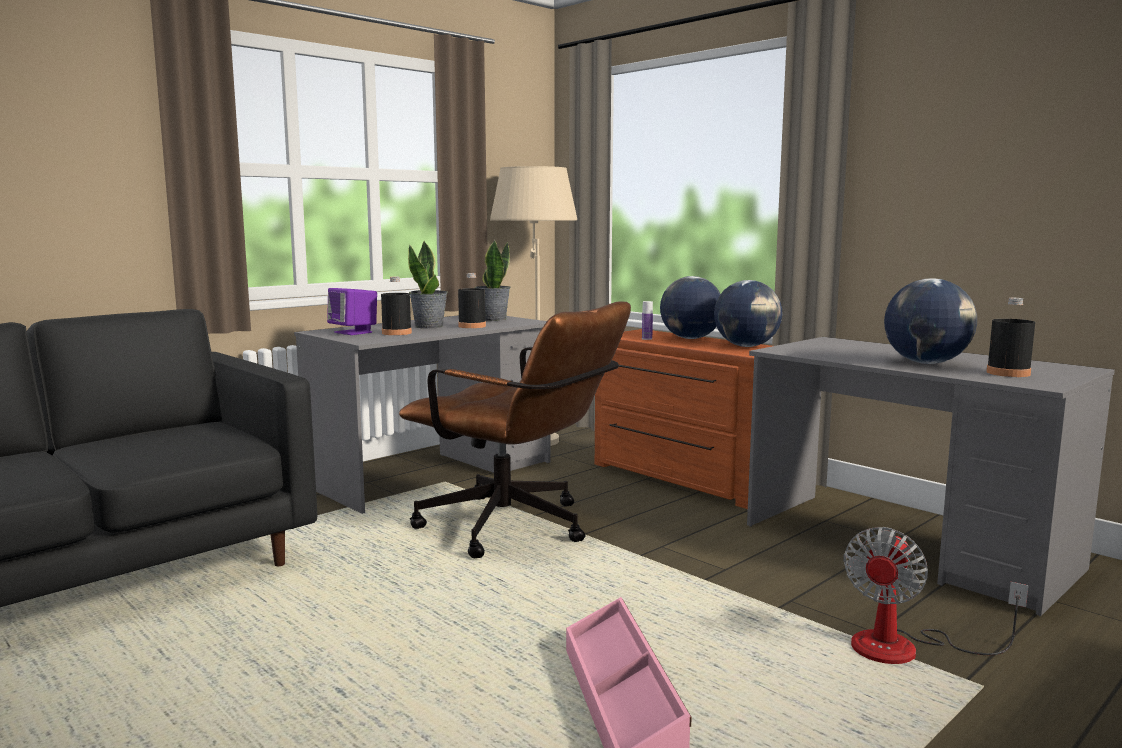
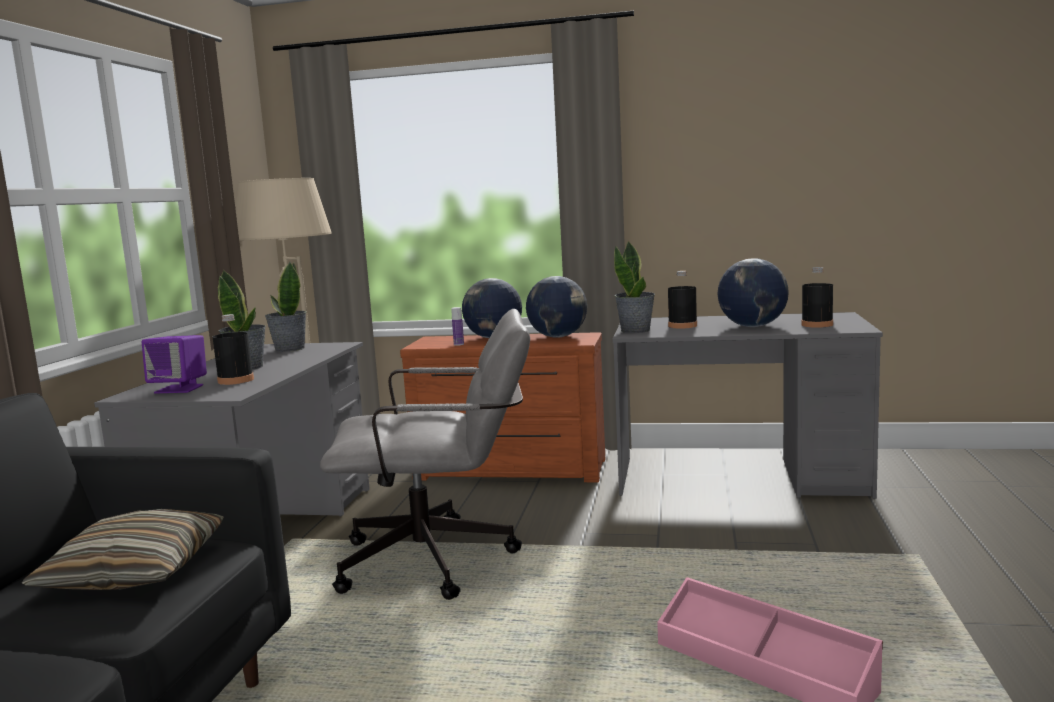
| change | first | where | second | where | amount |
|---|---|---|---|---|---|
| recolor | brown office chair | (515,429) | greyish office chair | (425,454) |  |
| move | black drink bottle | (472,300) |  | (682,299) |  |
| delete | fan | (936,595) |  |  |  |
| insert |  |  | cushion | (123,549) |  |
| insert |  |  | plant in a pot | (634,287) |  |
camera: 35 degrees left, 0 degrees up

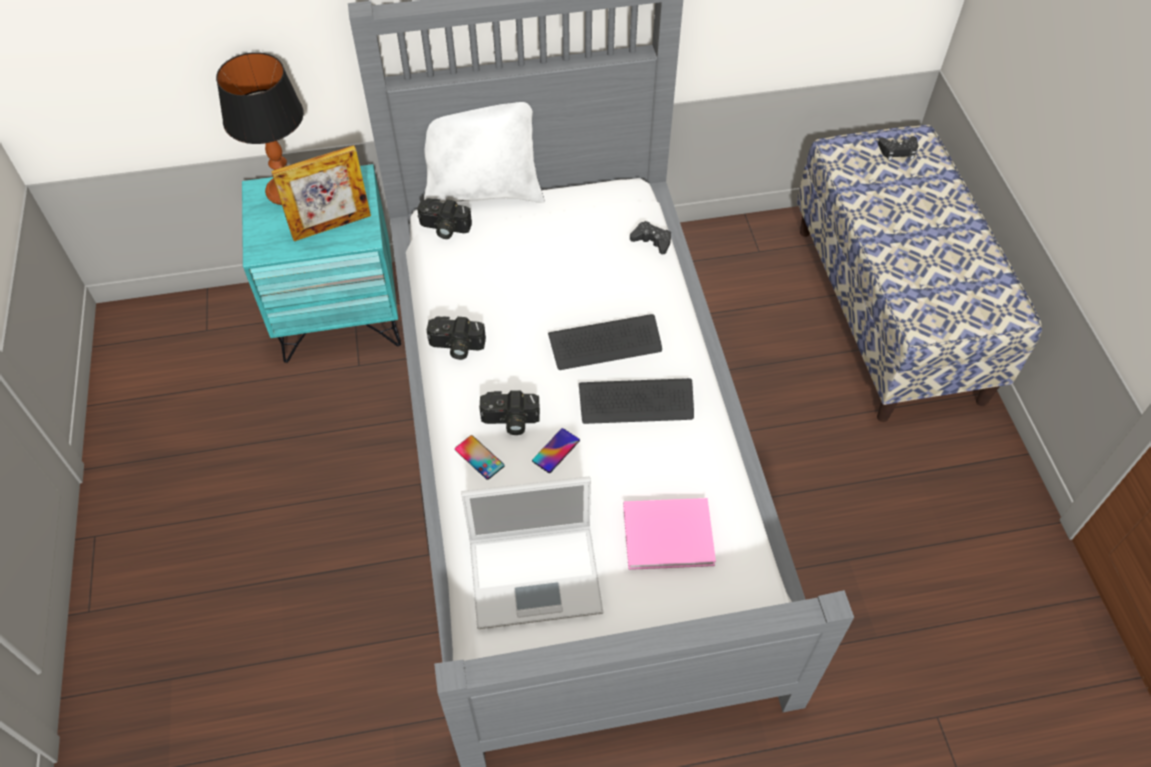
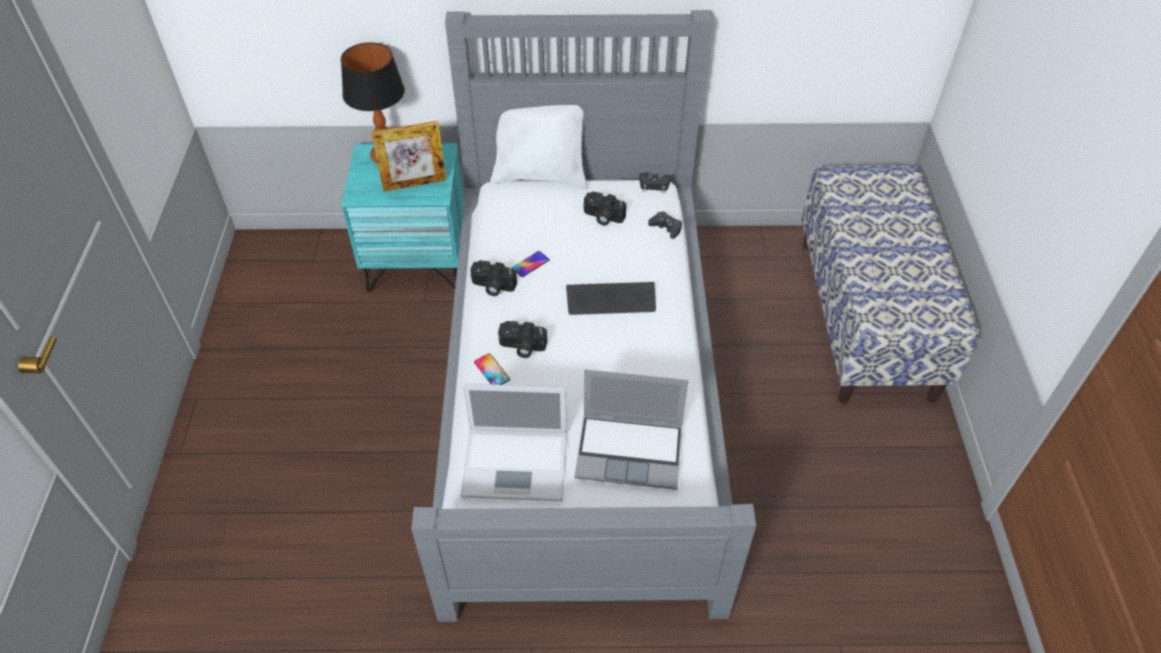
| change | first | where | second | where | amount |
|---|---|---|---|---|---|
| move | still camera | (444,218) |  | (604,209) |  |
| move | phone | (556,450) |  | (531,264) |  |
| delete | keyboard | (636,401) |  |  |  |
| replace | pink volume | (669,534) | notebook computer | (632,429) |  |
| move | black gamepad | (898,148) |  | (655,183) |  |
camera: 10 degrees right, 5 degrees down

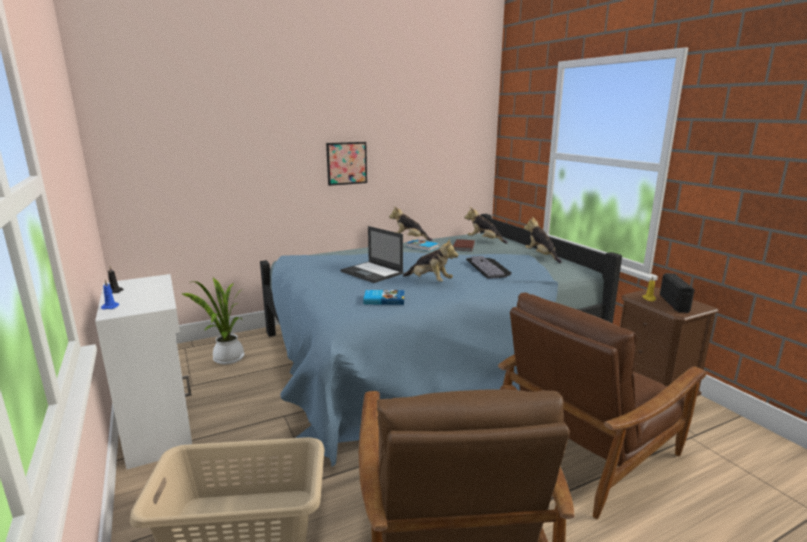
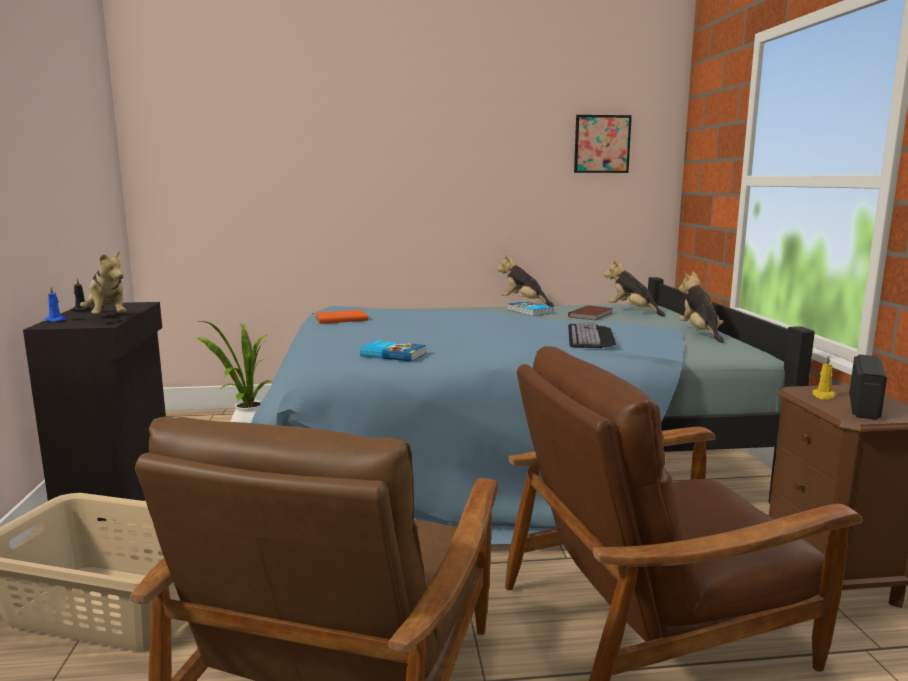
| change | first | where | second | where | amount |
|---|---|---|---|---|---|
| recolor | white cupboard | (143,372) | black cupboard | (94,411) |  |
| move | wall art | (346,164) |  | (603,144) |  |
| delete | notebook computer | (372,254) |  |  |  |
| move | cuddly toy | (430,260) |  | (103,282) |  |
| insert |  |  | orange-coloured volume | (341,317) |  |
camera: 20 degrees right, 5 degrees down

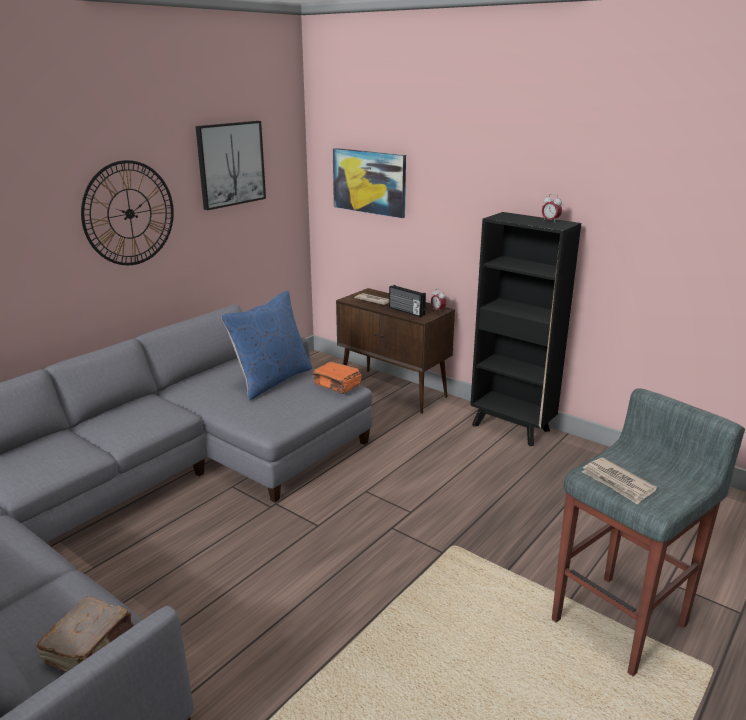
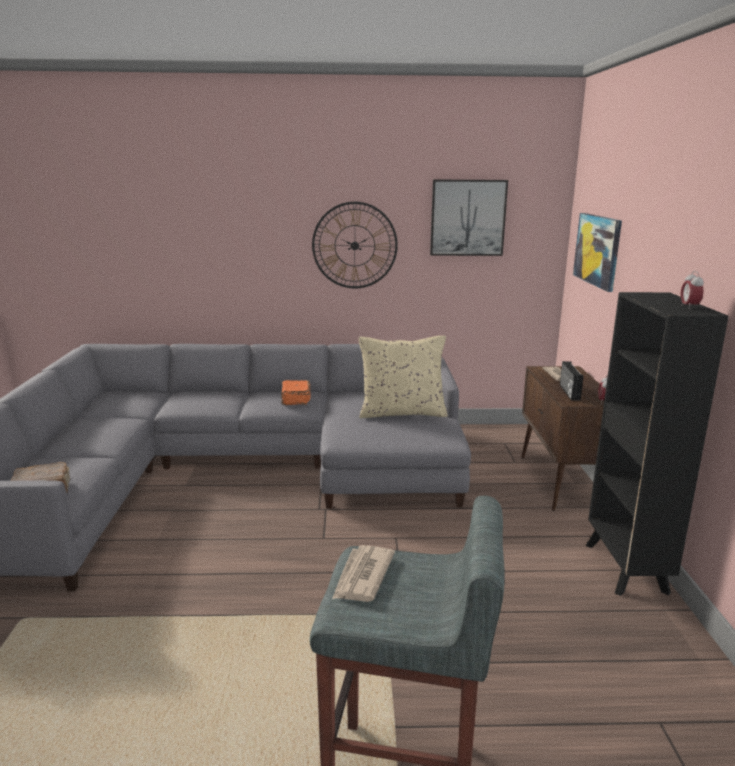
| change | first | where | second | where | amount |
|---|---|---|---|---|---|
| recolor | blue-coloured cushion | (266,346) | sand-coloured cushion | (403,377) |  |
| move | orange-coloured volume | (336,378) |  | (296,392) |  |
camera: 50 degrees right, 5 degrees down

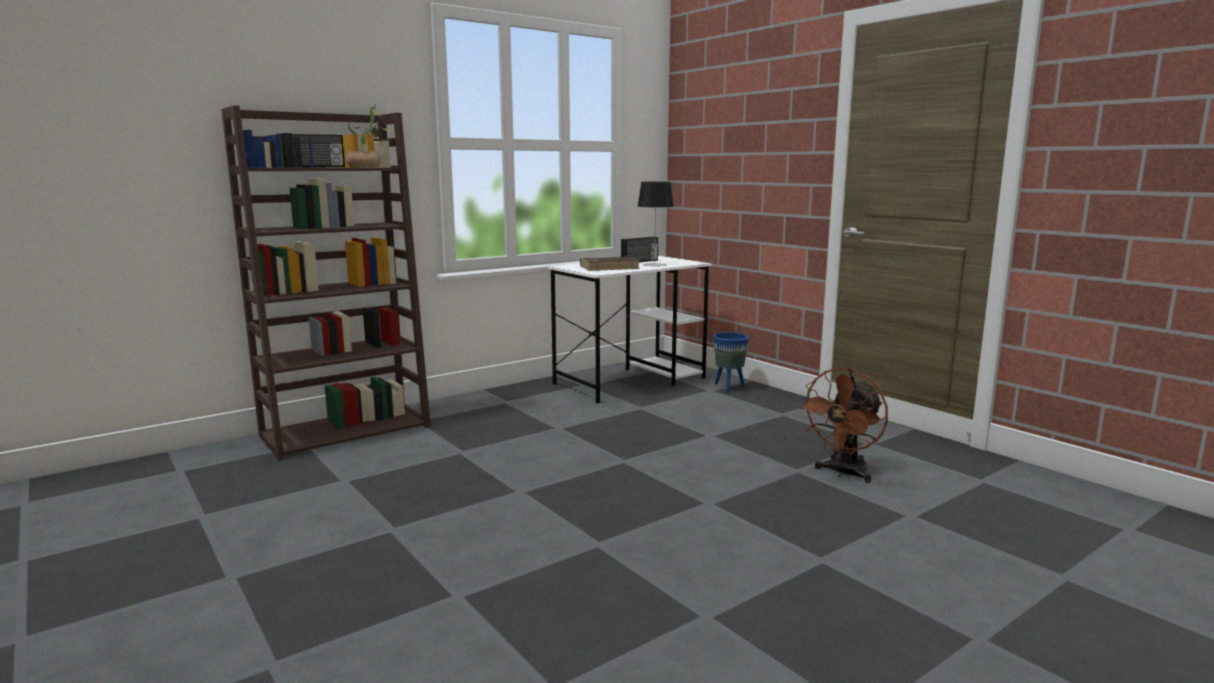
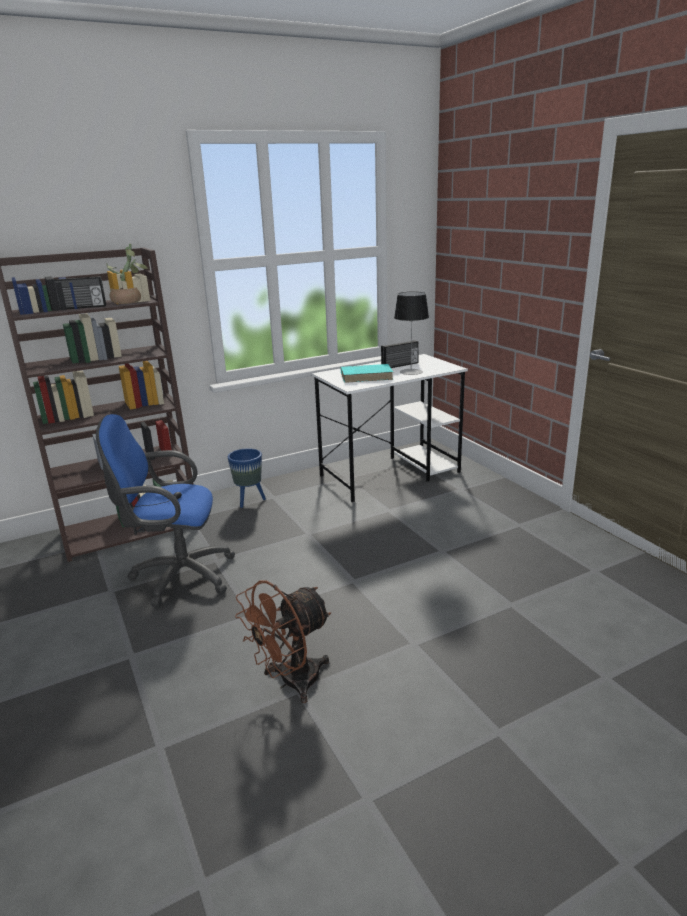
| change | first | where | second | where | amount |
|---|---|---|---|---|---|
| recolor | brown volume | (610,264) | turquoise volume | (367,373) |  |
| move | blue-coloured planter | (731,362) |  | (247,478) |  |
| move | brown fan | (843,425) |  | (283,641) |  |
| insert |  |  | blue-coloured office chair | (165,510) |  |
camera: 10 degrees right, 10 degrees up

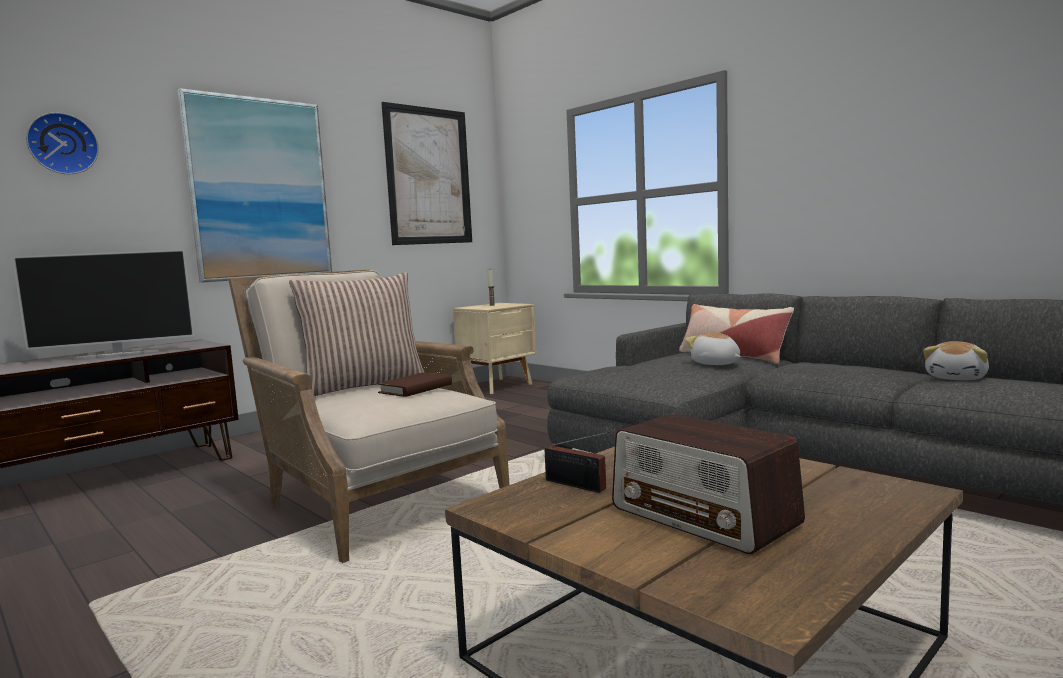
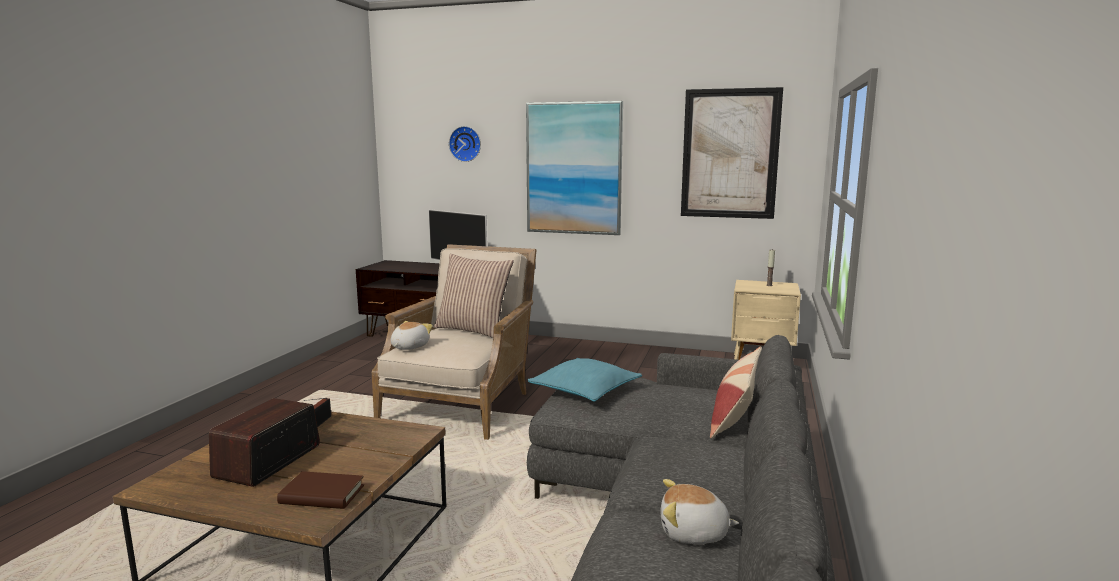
| change | first | where | second | where | amount |
|---|---|---|---|---|---|
| move | brown volume | (414,384) |  | (320,490) |  |
| move | cuddly toy | (713,348) |  | (412,335) |  |
| insert |  |  | turquoise cushion | (585,380) |  |
camera: 60 degrees right, 5 degrees up

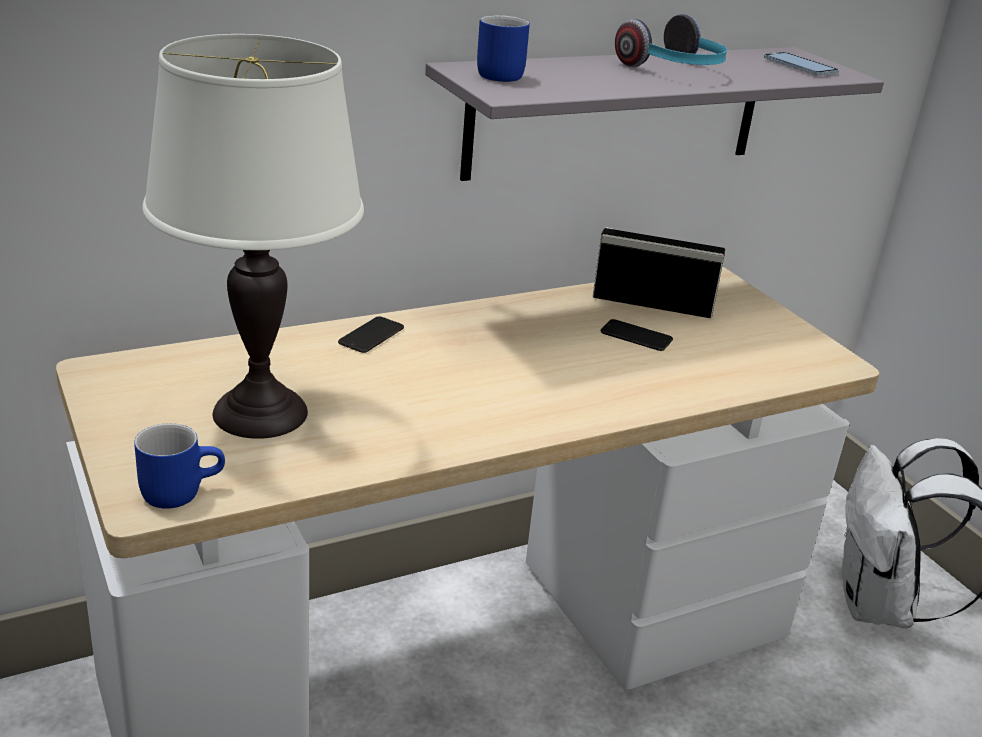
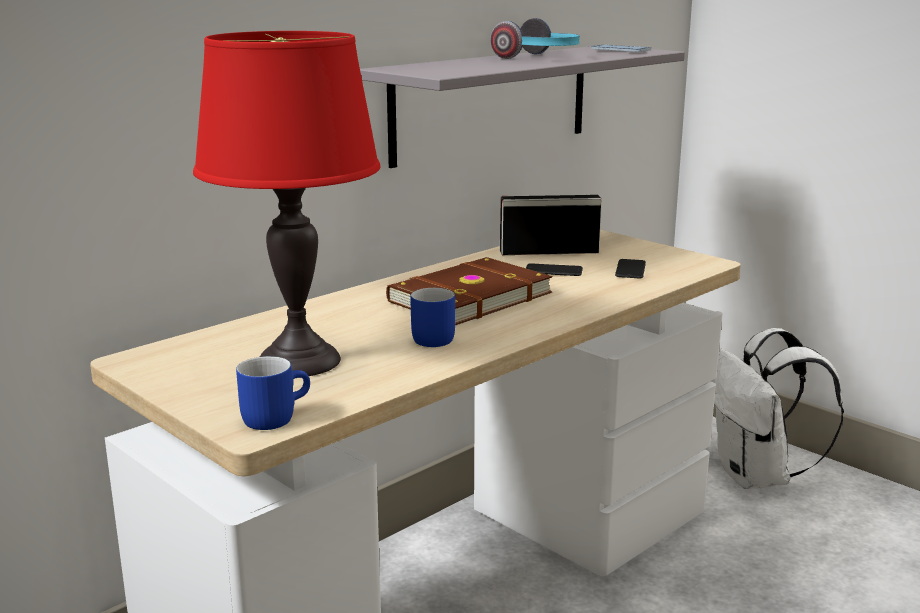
| change | first | where | second | where | amount |
|---|---|---|---|---|---|
| recolor | white tabletop lamp | (253,236) | red tabletop lamp | (287,203) |  |
| move | phone | (371,334) |  | (630,268) |  |
| move | blue-coloured coffee mug | (503,48) |  | (432,317) |  |
| insert |  |  | brown volume | (469,291) |  |
camera: 15 degrees left, 10 degrees down

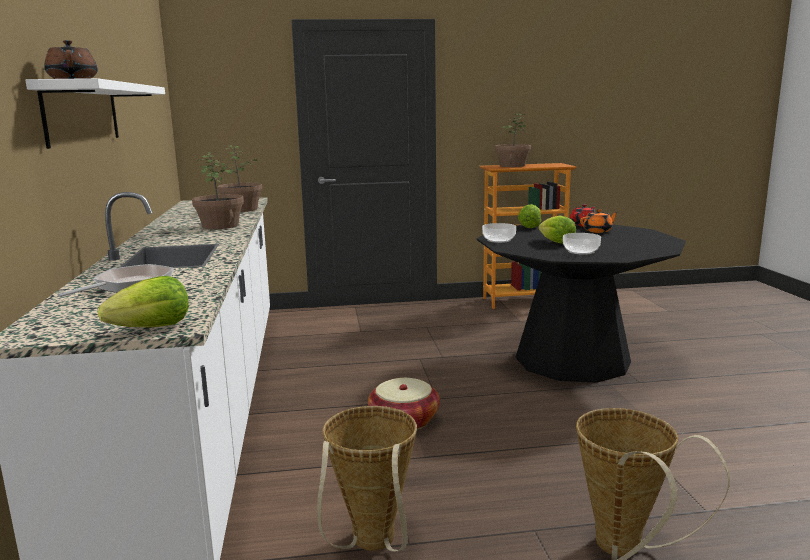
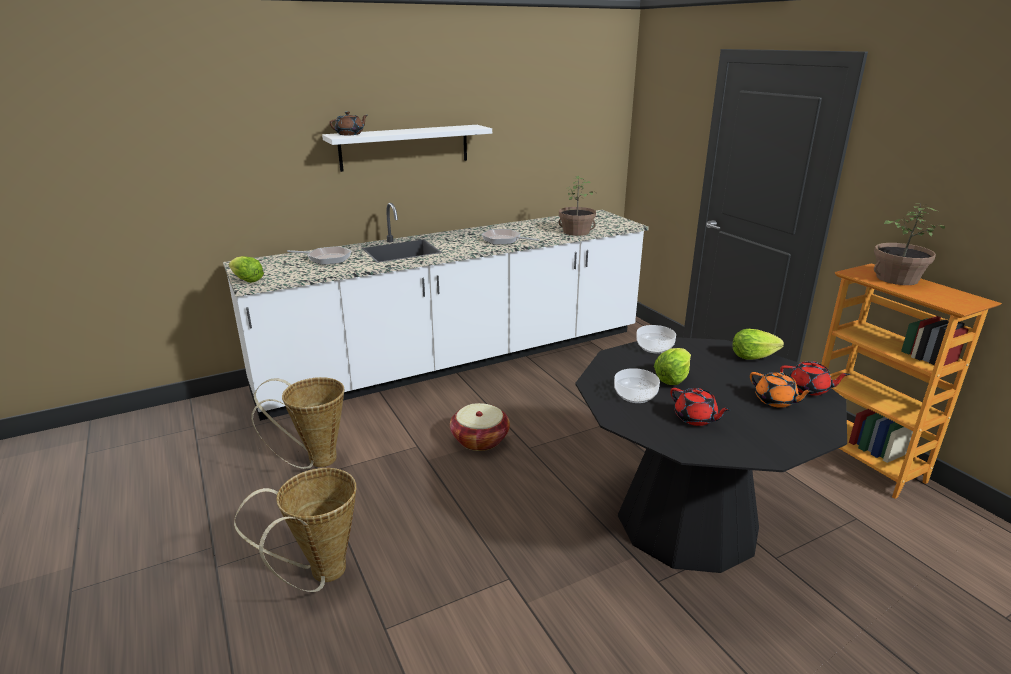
| change | first | where | second | where | amount |
|---|---|---|---|---|---|
| replace | plant in a pot | (218,190) | frying pan | (510,236) |  |
| insert |  |  | red tea pot | (700,407) |  |
camera: 70 degrees right, 10 degrees up

